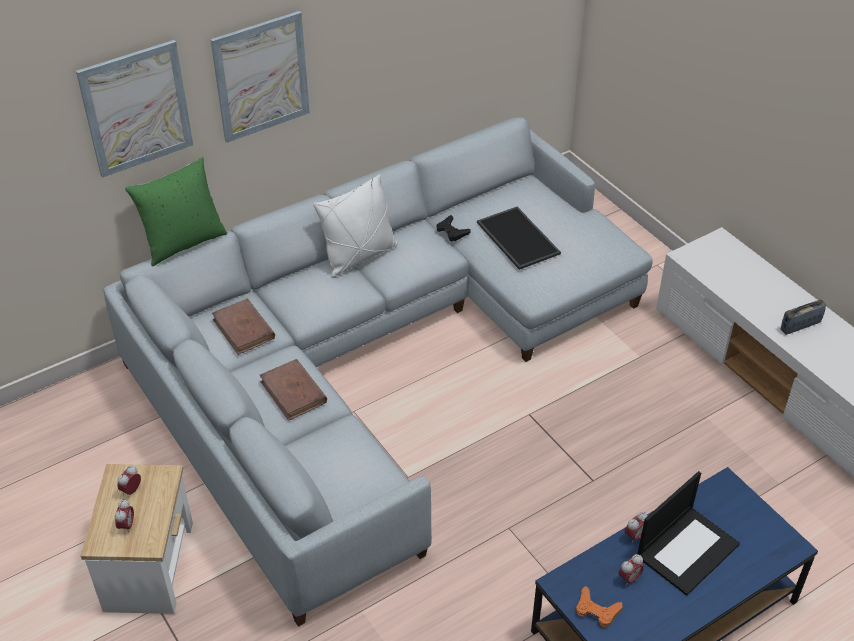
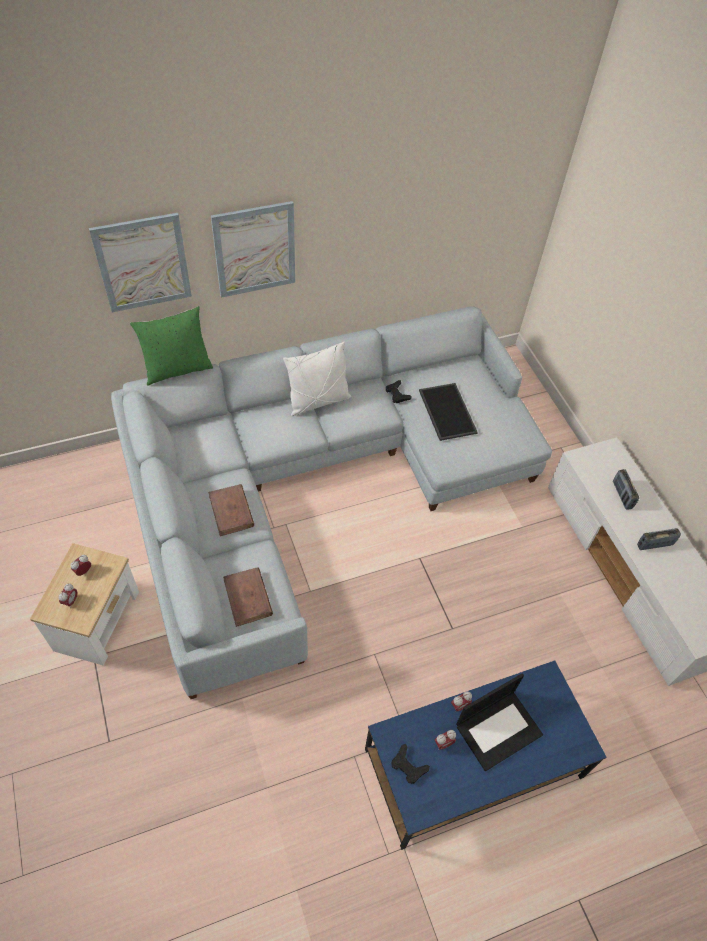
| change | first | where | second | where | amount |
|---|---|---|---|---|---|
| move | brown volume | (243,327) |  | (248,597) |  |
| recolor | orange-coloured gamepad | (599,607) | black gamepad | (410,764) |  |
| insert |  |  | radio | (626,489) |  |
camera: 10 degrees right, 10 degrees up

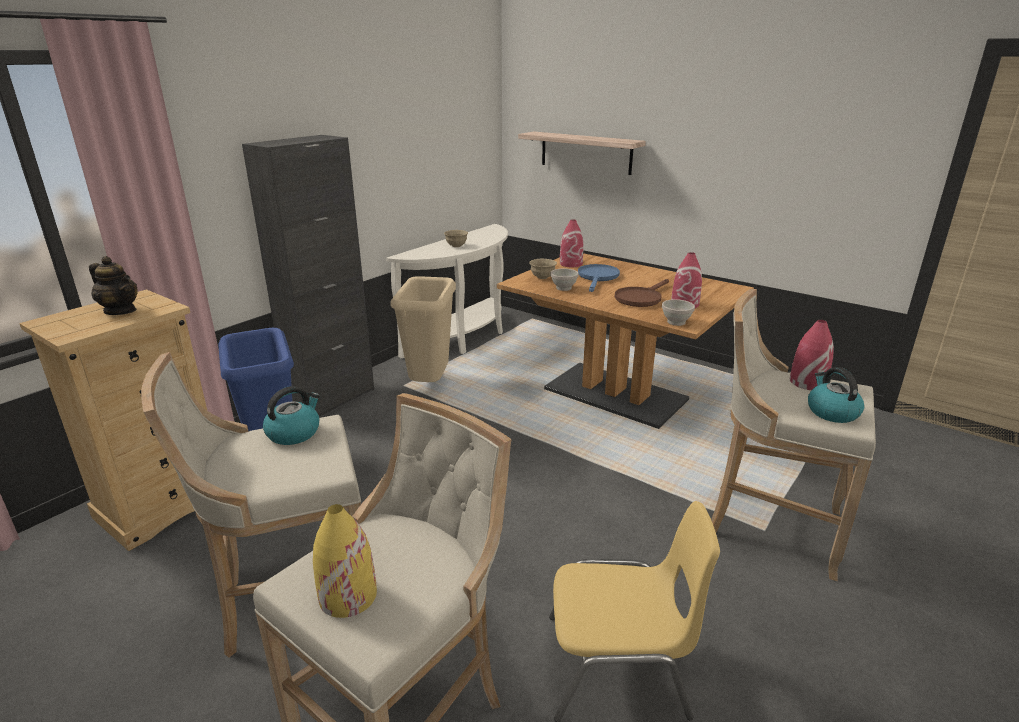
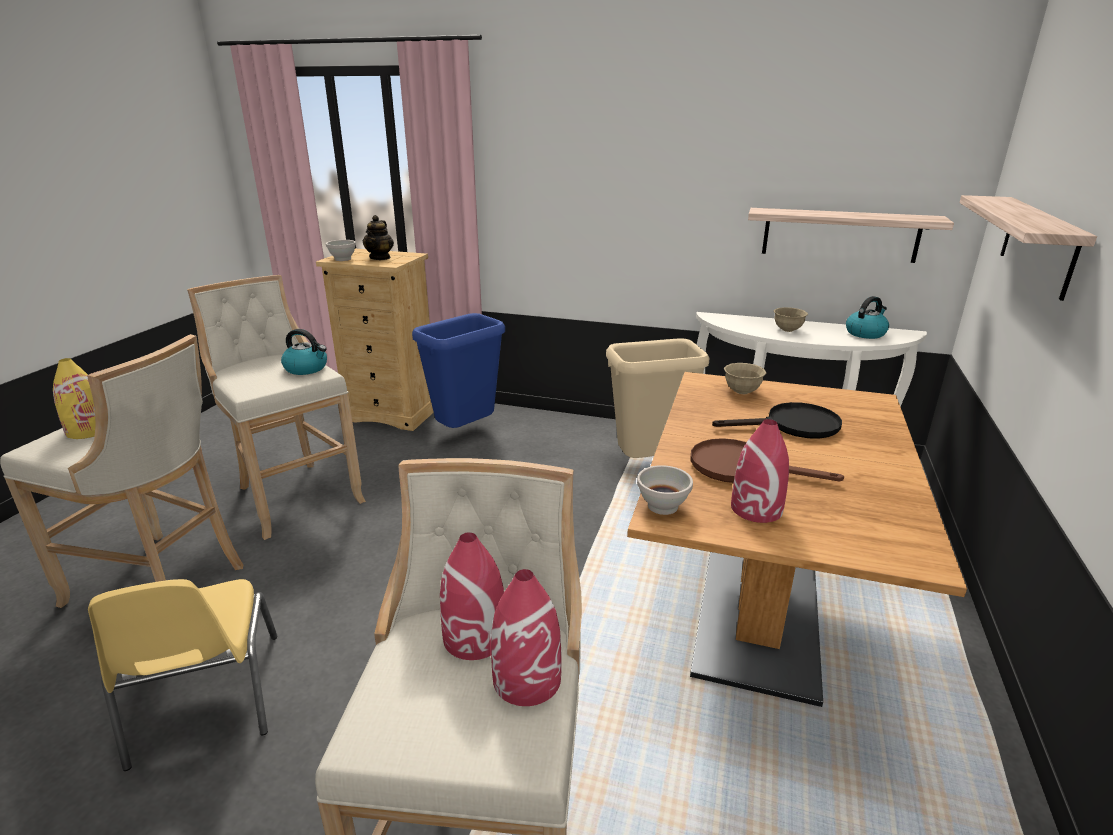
| change | first | where | second | where | amount |
|---|---|---|---|---|---|
| delete | black cupboard | (308,275) |  |  |  |
| move | white deep dish | (565,279) |  | (341,250) |  |
| move | red vase | (571,243) |  | (472,596) |  |
| recolor | blue-coloured frying pan | (599,278) | black frying pan | (777,420) |  |
| move | tea kettle | (836,395) |  | (867,317) |  |
| insert |  |  | shelf | (851,235) |  |
camera: 70 degrees right, 0 degrees up

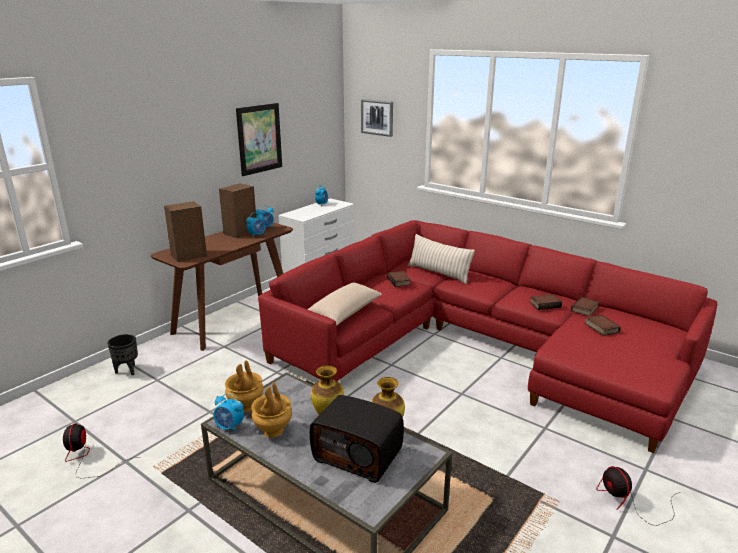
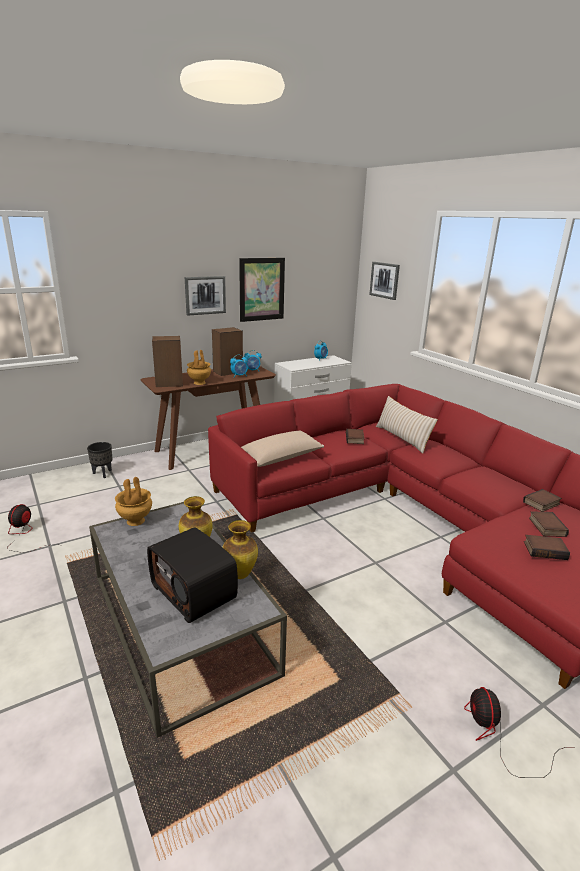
| change | first | where | second | where | amount |
|---|---|---|---|---|---|
| delete | alarm clock | (228,413) |  |  |  |
| move | brown vase | (271,410) |  | (199,367) |  |
| move | volume | (546,302) |  | (547,547) |  |
| insert |  |  | wall art | (205,296) |  |
camera: 20 degrees right, 0 degrees up

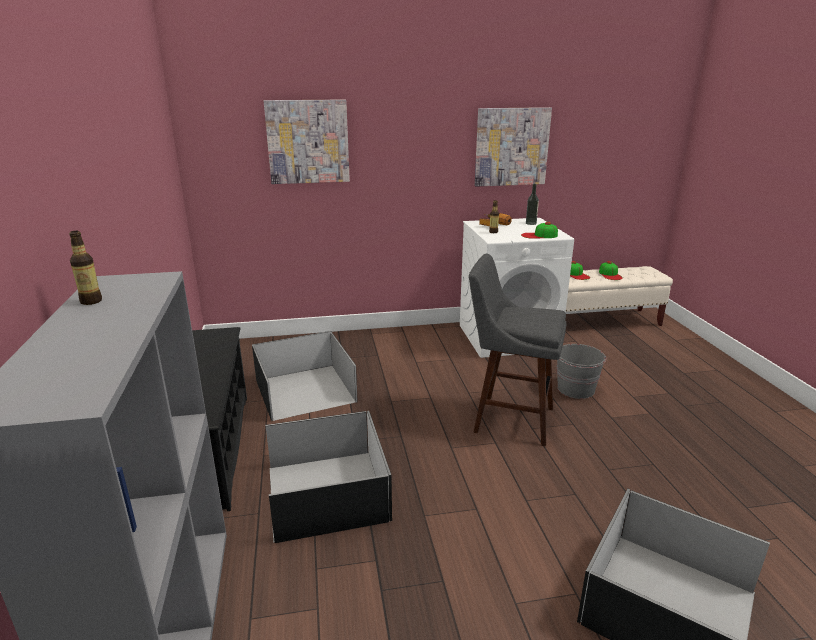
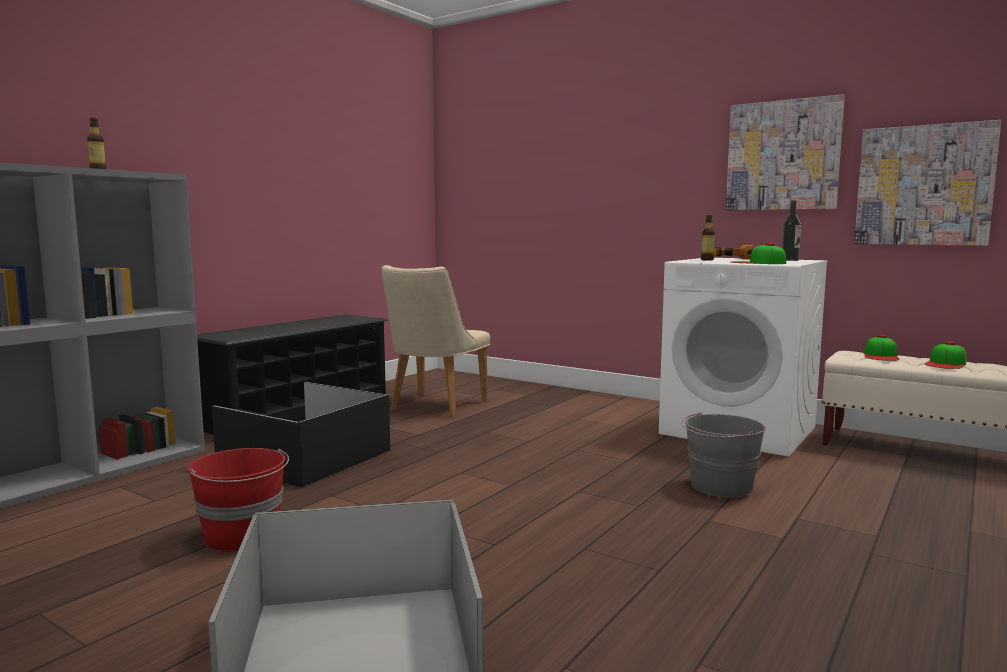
| change | first | where | second | where | amount |
|---|---|---|---|---|---|
| replace | black storage box | (305,376) | sand-coloured plain chair | (435,341) |  |
| move | wall art | (307,141) |  | (927,183) |  |
| delete | greyish stool | (518,350) |  |  |  |
| insert |  |  | red bucket | (238,500) |  |
camera: 45 degrees right, 15 degrees down

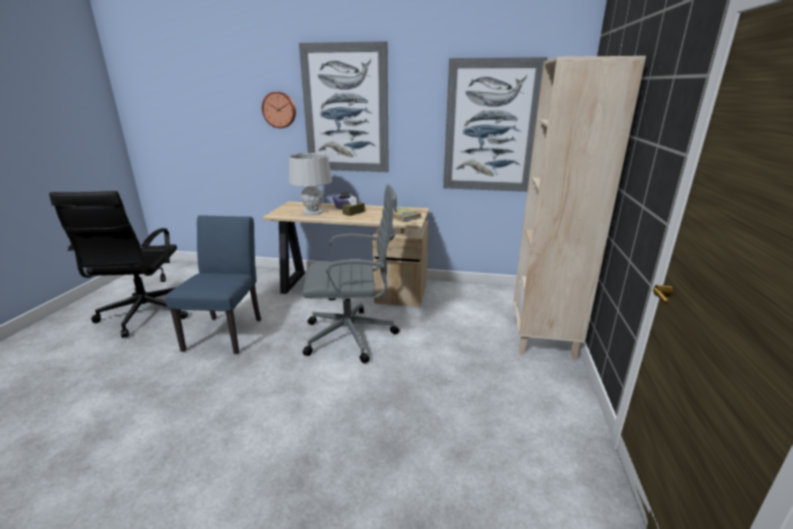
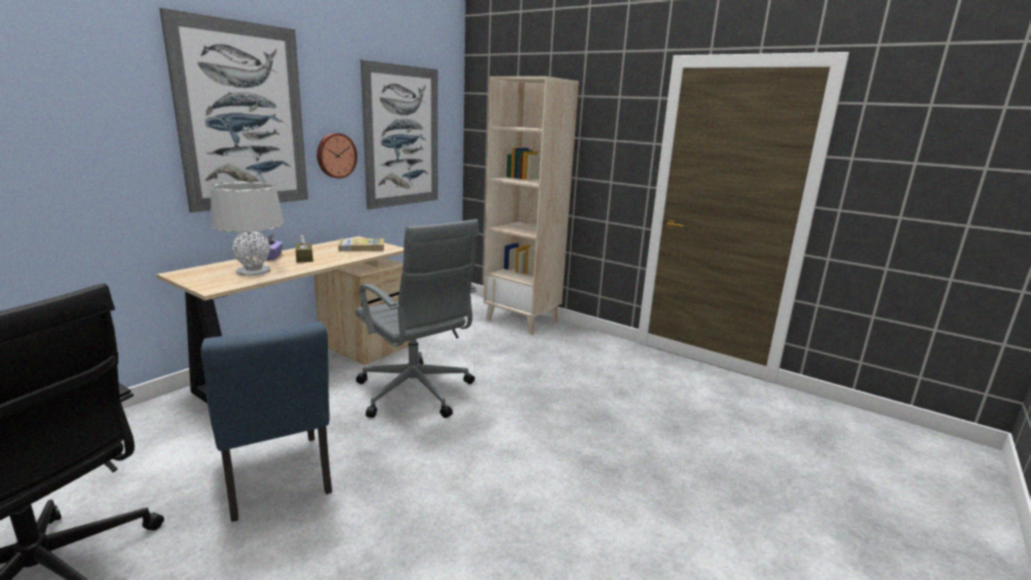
| change | first | where | second | where | amount |
|---|---|---|---|---|---|
| rotate | blue-coloured plain chair | (213,284) |  | (266,422) | 150 degrees counterclockwise |
| move | hanging clock | (279,110) |  | (337,156) |  |
| rotate | greyish office chair | (351,273) |  | (417,318) | 120 degrees clockwise |
camera: 65 degrees left, 5 degrees down

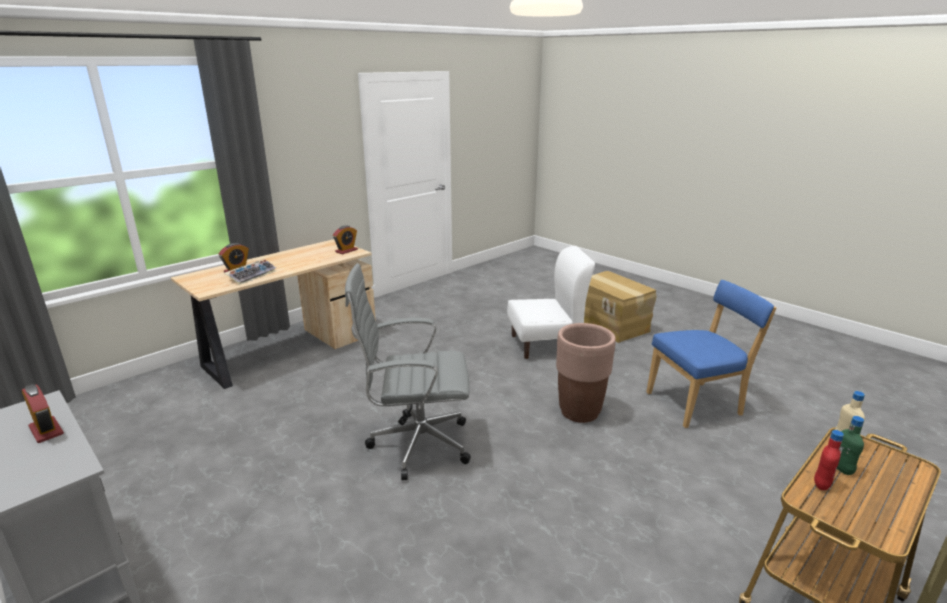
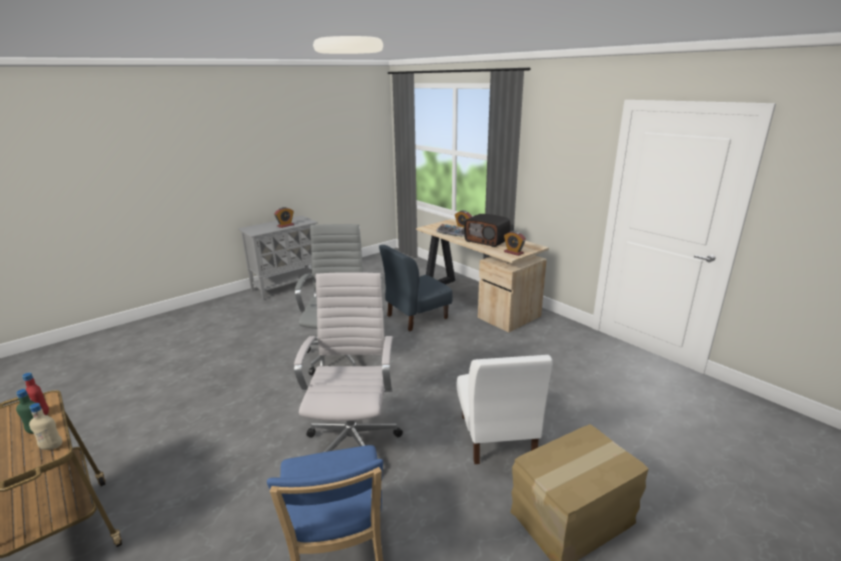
| change | first | where | second | where | amount |
|---|---|---|---|---|---|
| replace | brown planter | (586,373) | white office chair | (348,362) |  |
| insert |  |  | blue-coloured plain chair | (416,288) |  |
| insert |  |  | radio | (487,230) |  |
camera: 95 degrees right, 0 degrees up

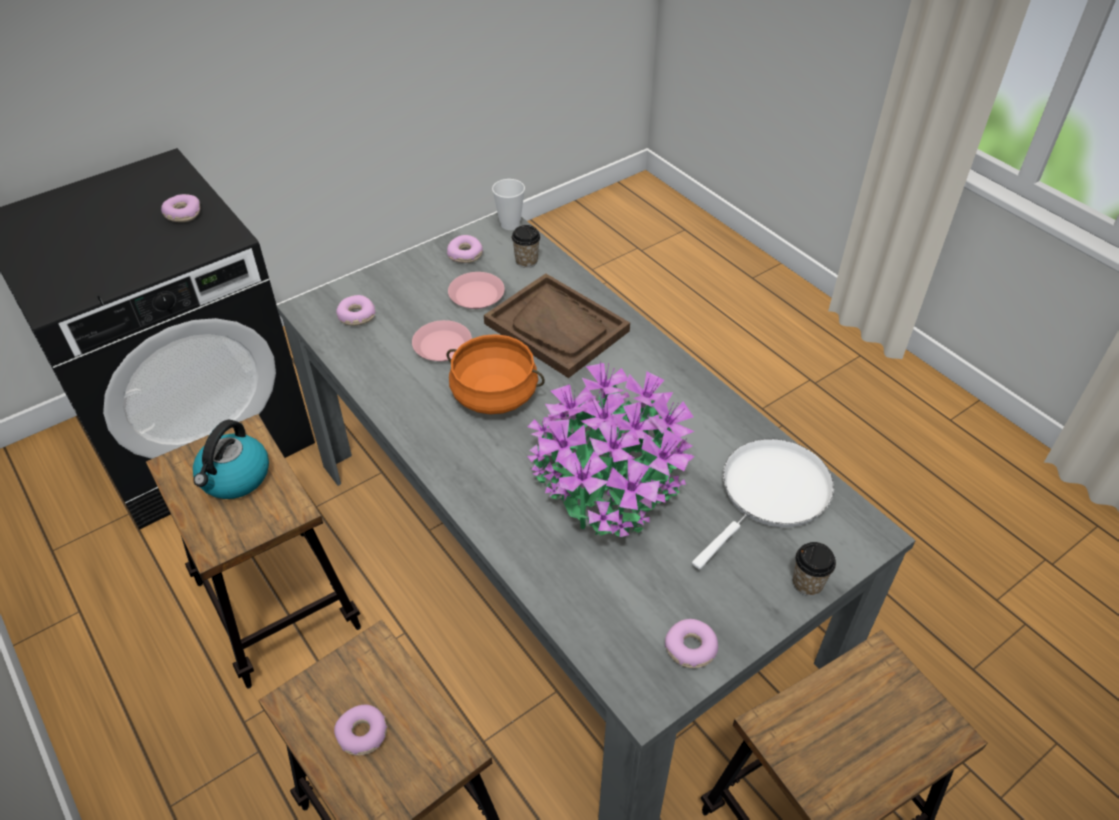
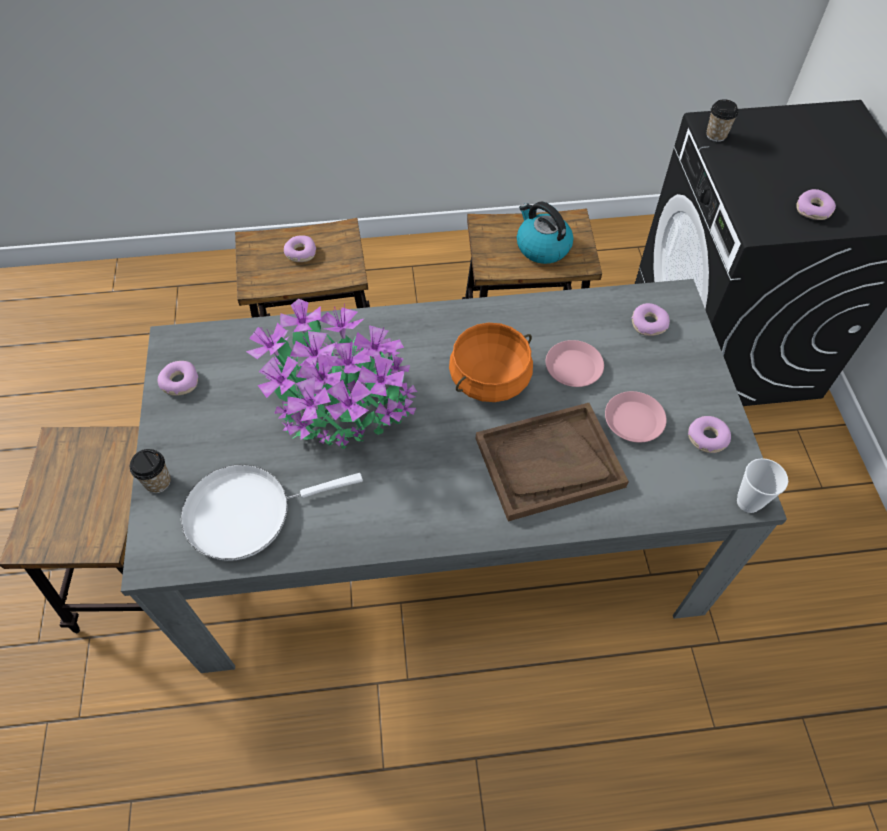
| change | first | where | second | where | amount |
|---|---|---|---|---|---|
| move | cup | (526,246) |  | (722,120) |  |
| rotate | white frying pan | (763,504) |  | (272,512) | 90 degrees clockwise |
camera: 120 degrees right, 10 degrees up

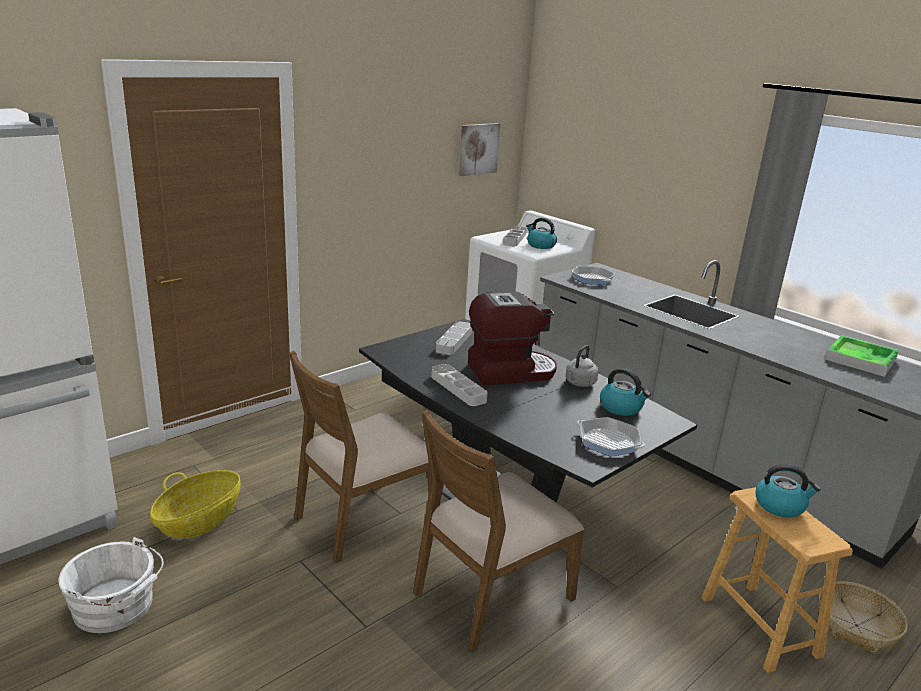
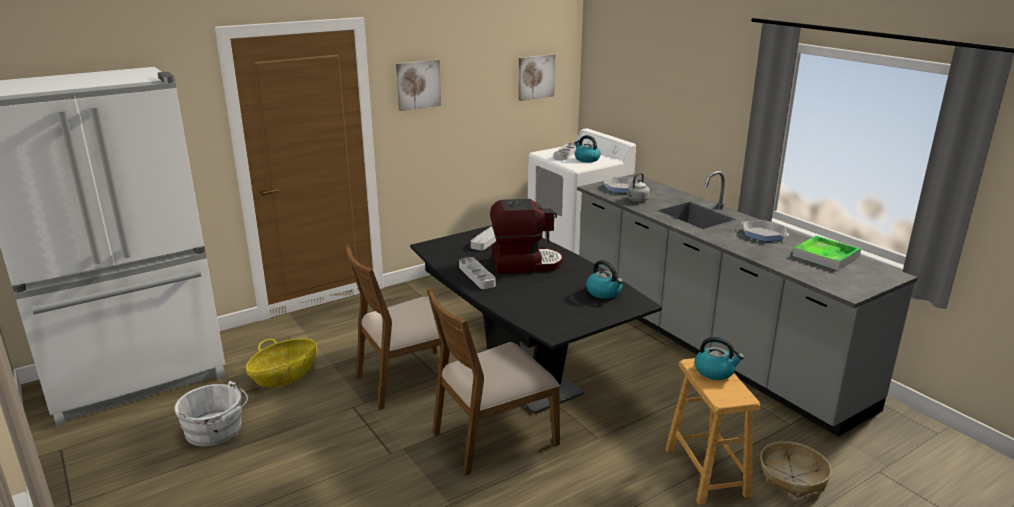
| change | first | where | second | where | amount |
|---|---|---|---|---|---|
| move | greyish tea kettle | (582,366) |  | (638,187) |  |
| move | frying pan | (610,436) |  | (765,230) |  |
| insert |  |  | wall art | (418,85) |  |
camera: 10 degrees right, 0 degrees up

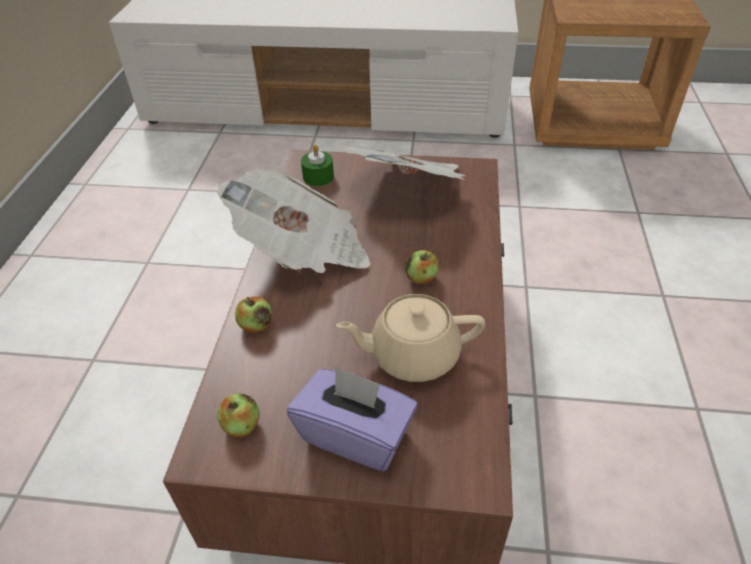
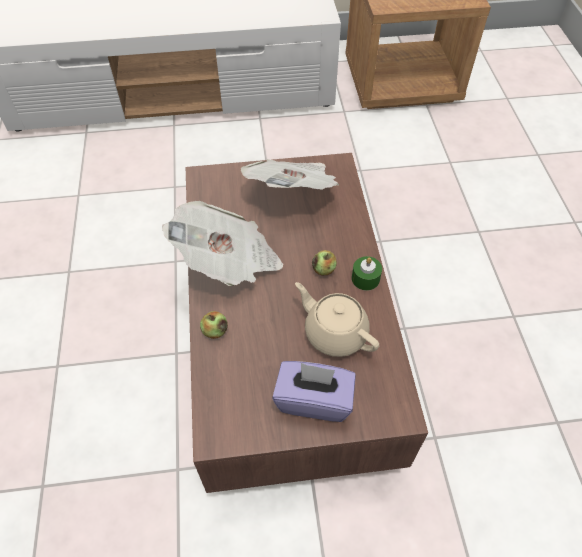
| change | first | where | second | where | amount |
|---|---|---|---|---|---|
| delete | apple | (238,416) |  |  |  |
| move | green-coloured wax light | (317,165) |  | (367,273) |  |
| rotate | sand-coloured tea pot | (410,338) |  | (337,319) | 60 degrees clockwise |
camera: 15 degrees left, 10 degrees up

